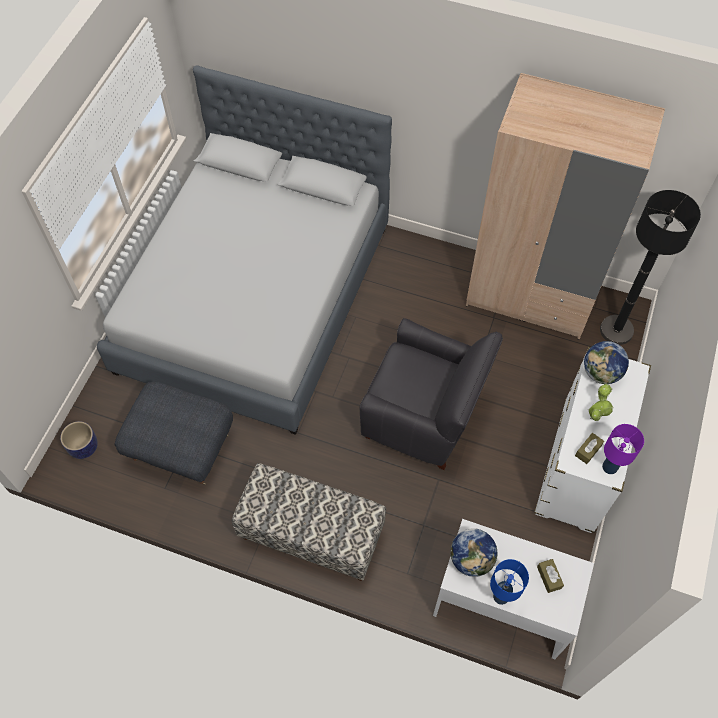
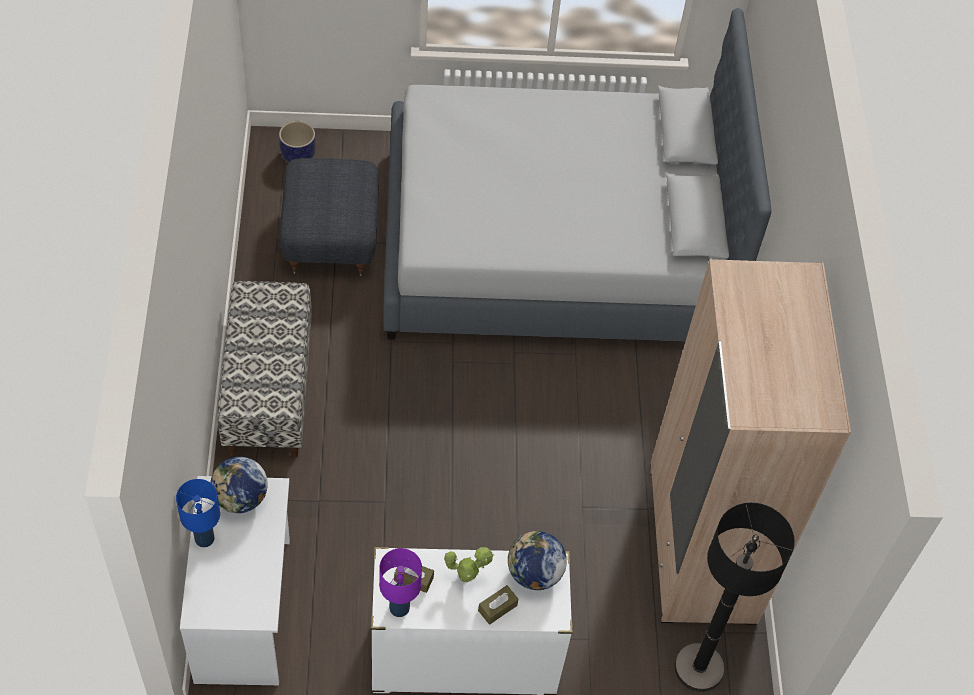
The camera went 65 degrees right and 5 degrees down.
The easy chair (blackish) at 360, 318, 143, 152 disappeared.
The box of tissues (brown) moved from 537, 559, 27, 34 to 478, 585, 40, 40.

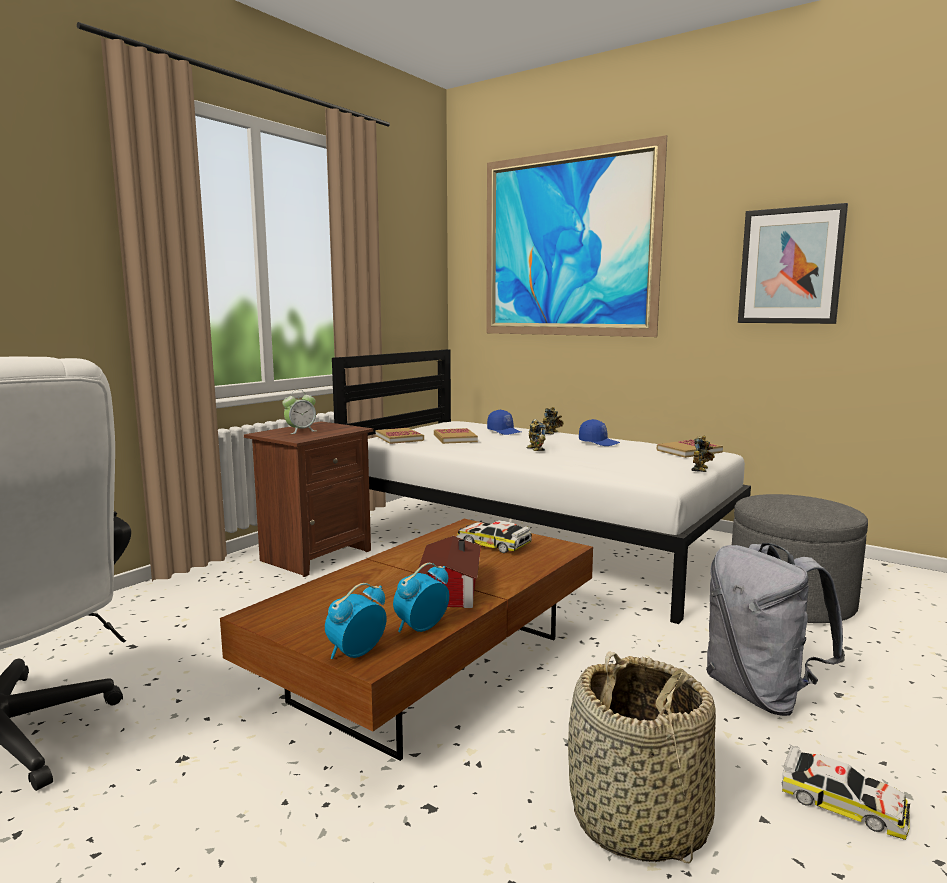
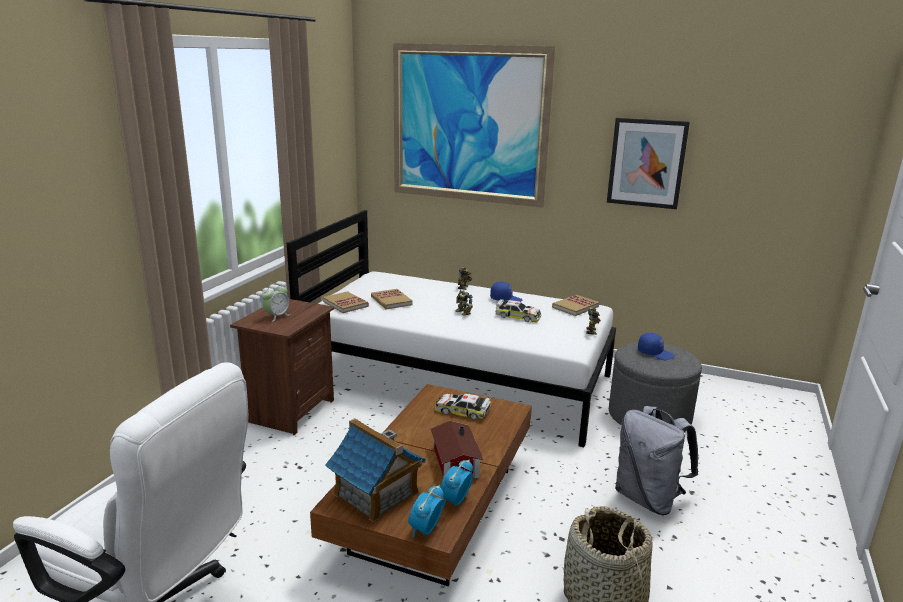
The camera went 15 degrees left and 10 degrees up.
The peaked cap (blue-coloured) moved from 487, 409, 34, 26 to 638, 333, 37, 27.
The toy car moved from 782, 744, 128, 96 to 495, 299, 46, 23.
The model house at 325, 418, 101, 104 appeared.

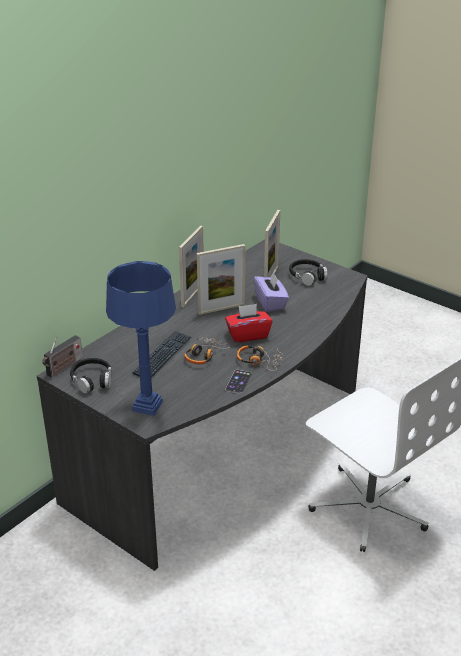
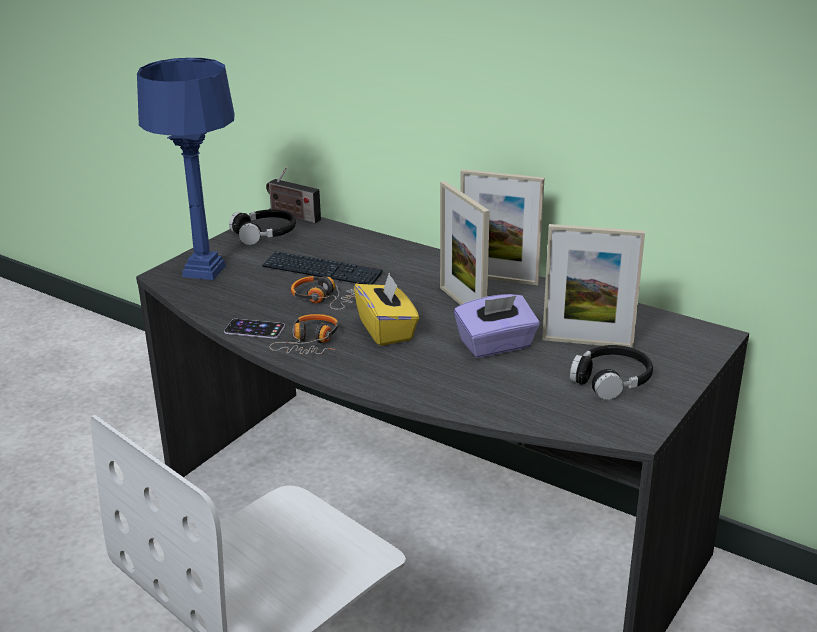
The camera went 85 degrees right and 5 degrees down.
The box of tissues (red-coloured) at 225, 304, 48, 39 became the box of tissues (yellow-coloured) at 354, 273, 65, 73.

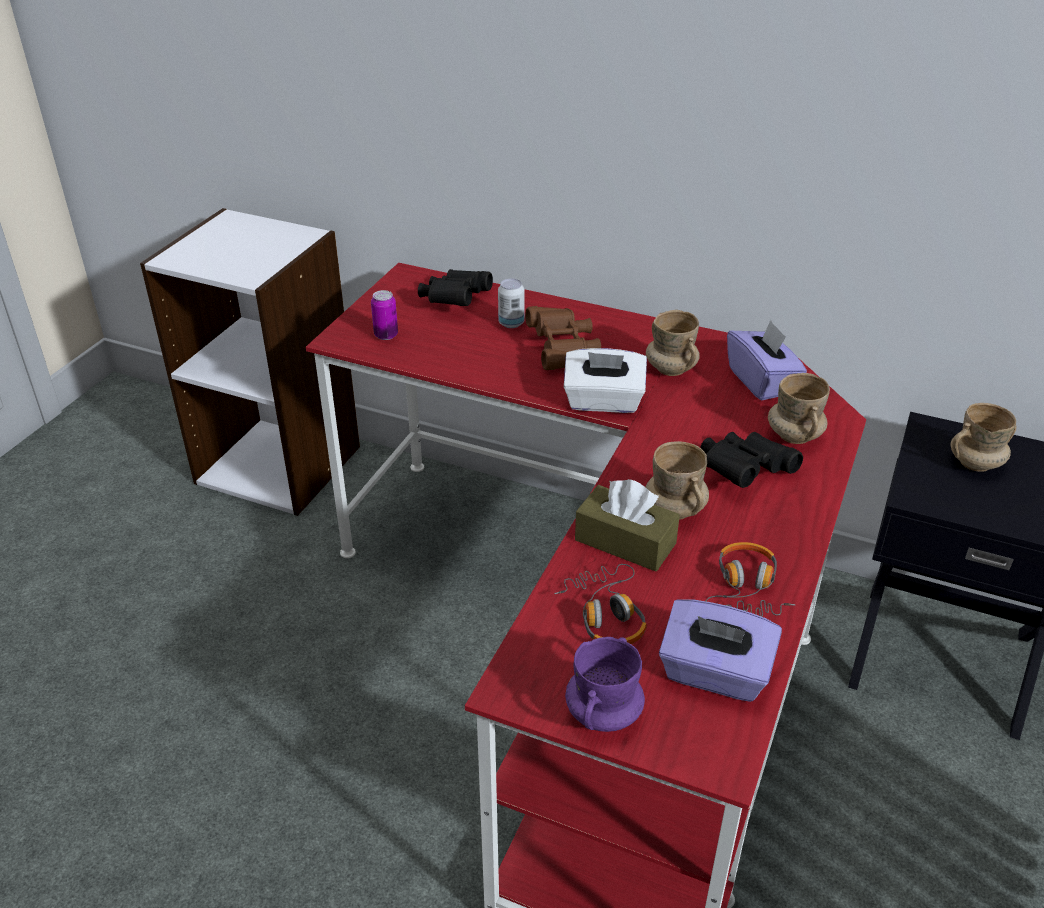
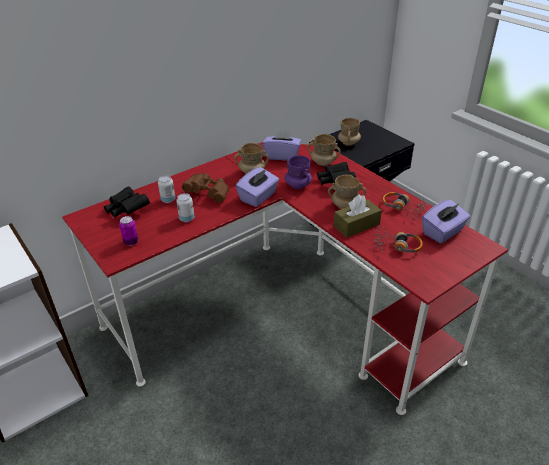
The camera went 60 degrees left and 0 degrees up.
The box of tissues (whitish) at 564, 348, 83, 65 became the box of tissues (purple) at 236, 167, 43, 40.
The mug (purple) moved from 565, 637, 80, 95 to 285, 155, 27, 34.
The sealed can at 176, 193, 18, 29 appeared.

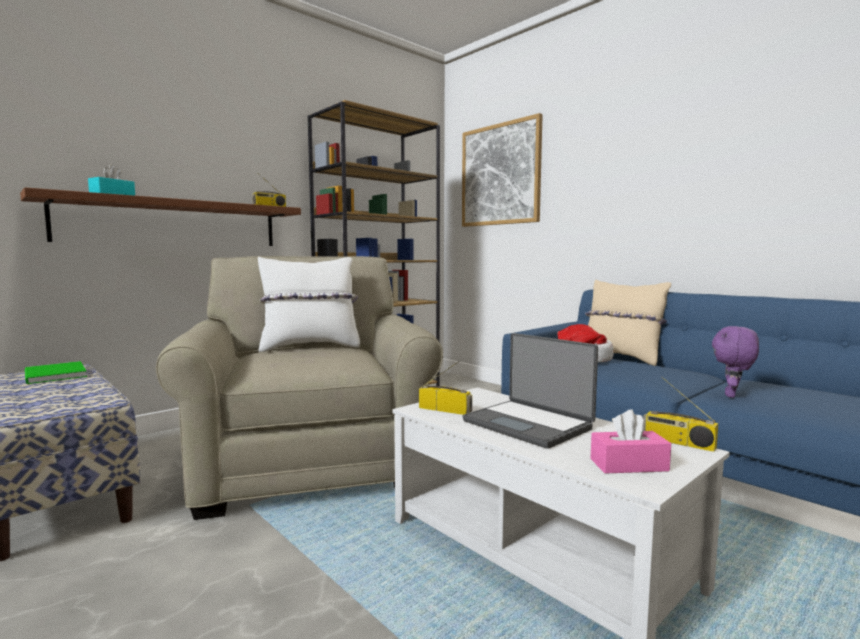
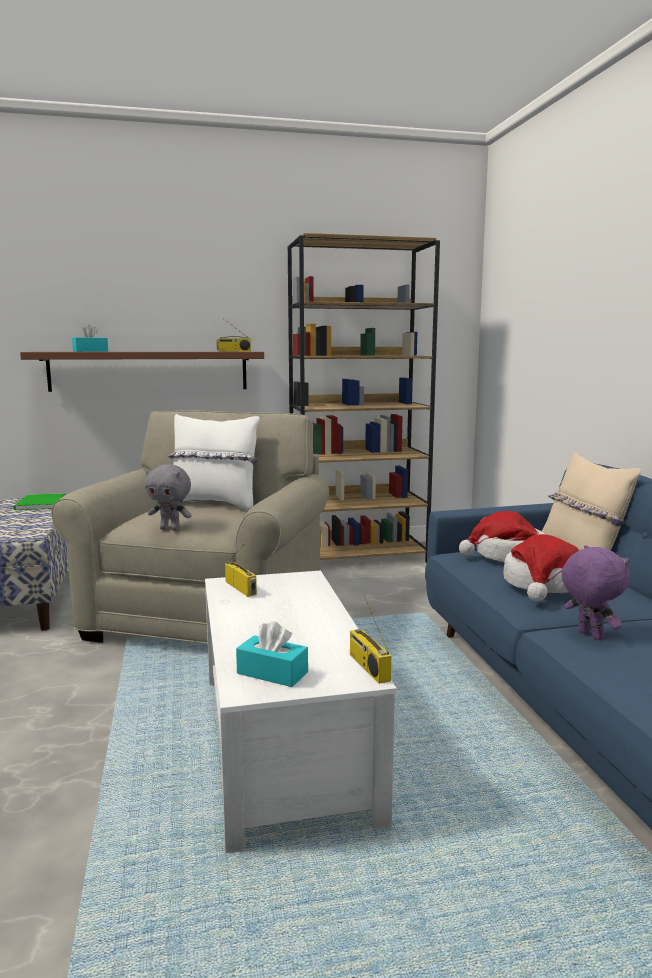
The camera went 30 degrees right and 5 degrees up.
The wall art at 462, 113, 81, 114 disappeared.
The cuddly toy (purple) at 712, 326, 47, 72 turned 90 degrees clockwise.
The laptop at 463, 333, 135, 116 disappeared.
The box of tissues (pinkish) at 590, 409, 81, 65 became the box of tissues (turquoise) at 236, 621, 72, 66.
The cuddly toy (grey) at 145, 464, 47, 67 appeared.
The wearable hat at 504, 534, 75, 67 appeared.

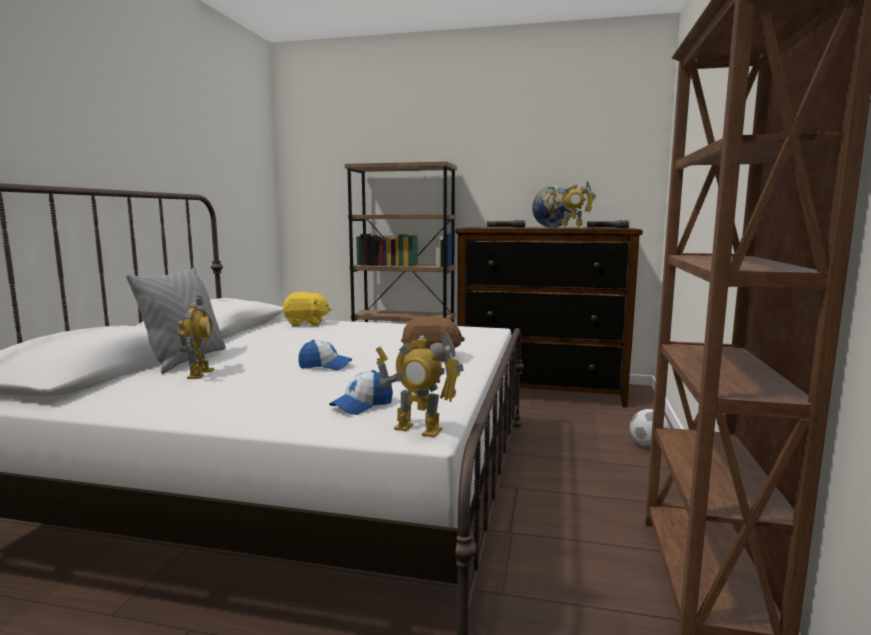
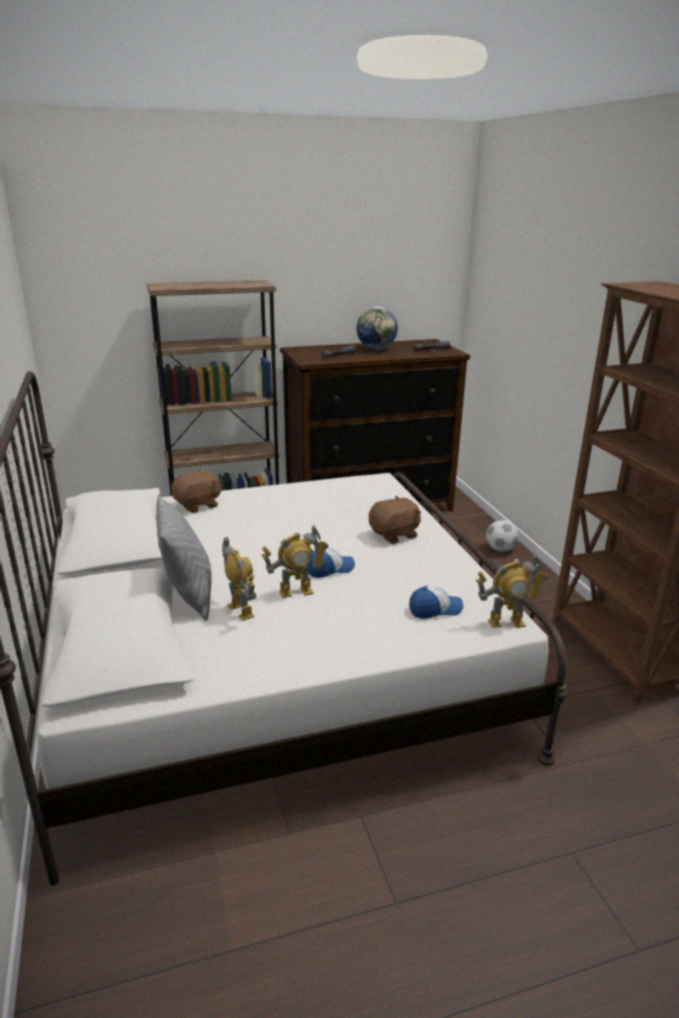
The camera went 30 degrees left and 15 degrees up.
The robot figure moved from 551, 181, 45, 48 to 262, 525, 66, 73.
The cuddly toy (yellow-coloured) at 283, 292, 49, 34 became the cuddly toy (brown) at 171, 469, 51, 44.
The peaked cap at 329, 370, 64, 45 turned 120 degrees counterclockwise.

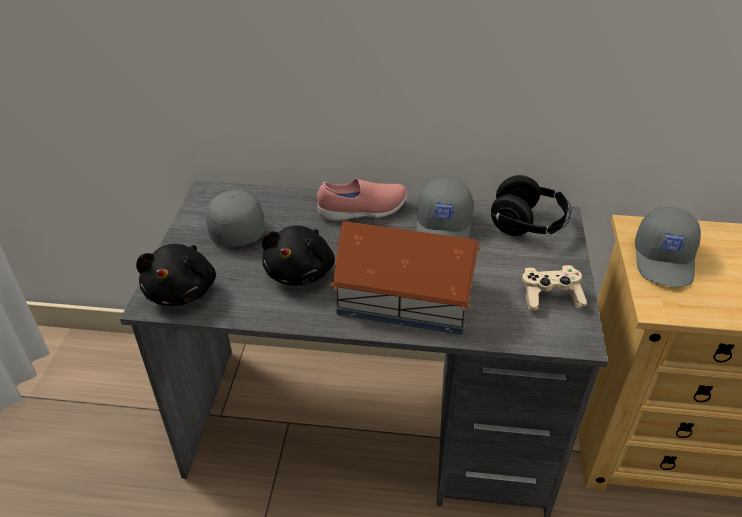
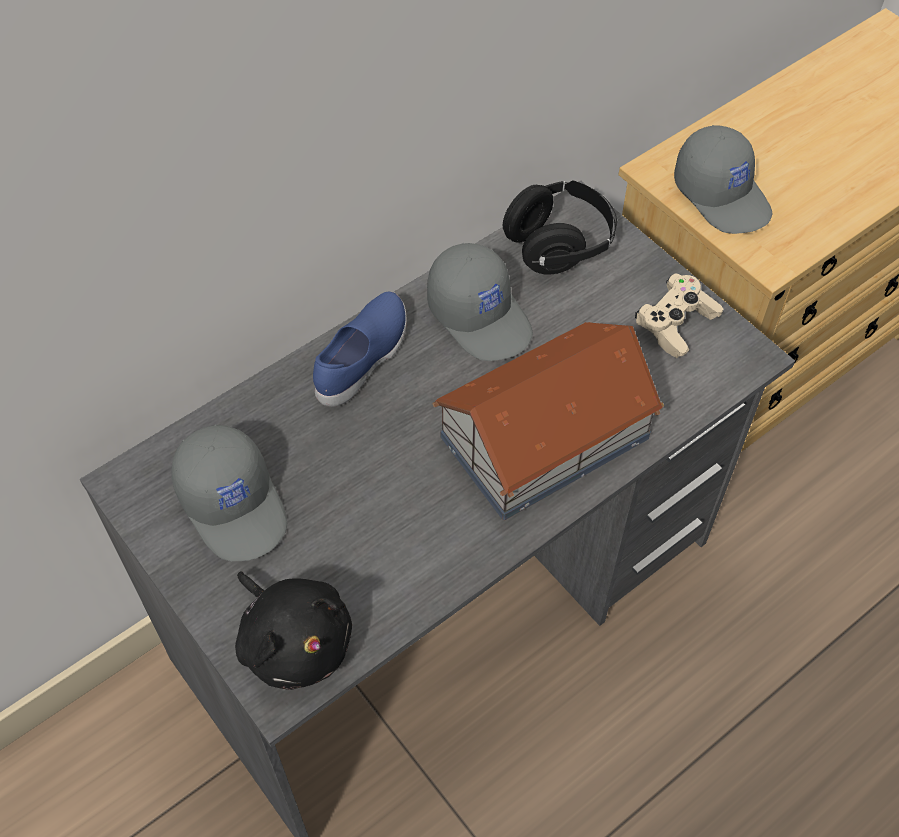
The camera went 45 degrees left and 15 degrees up.
The item of footwear (pinkish) at 317, 179, 90, 42 became the item of footwear (blue-coloured) at 313, 292, 94, 115.
The peaked cap (grey) at 206, 190, 59, 57 turned 150 degrees counterclockwise.
The cuddly toy (blackish) at 262, 225, 73, 61 disappeared.

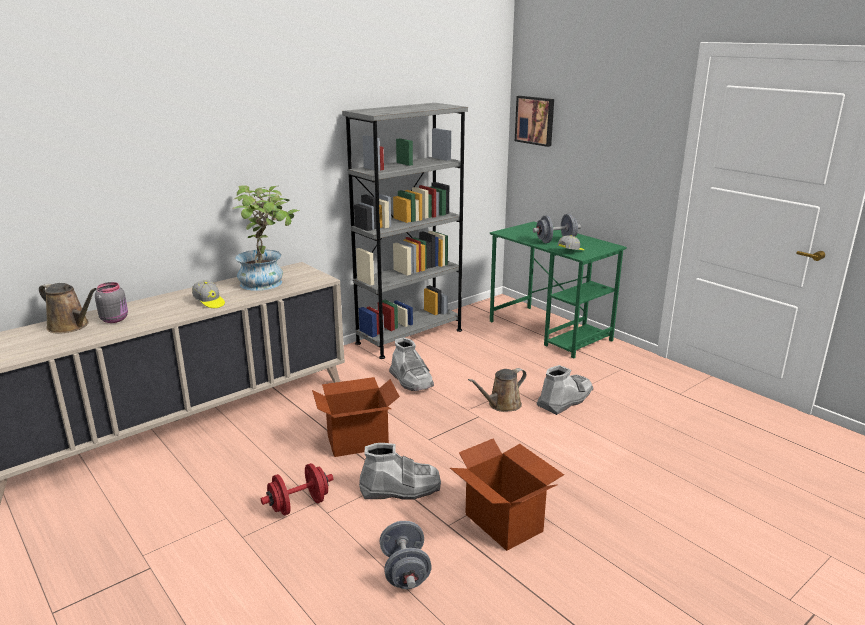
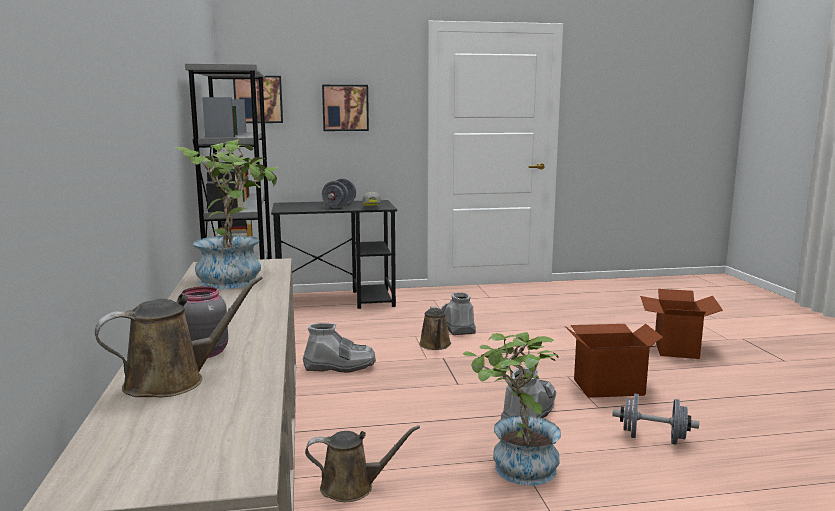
The camera went 60 degrees left and 10 degrees down.
The desk unit (green-coloured) at 490, 222, 137, 136 became the desk unit (blackish) at 271, 200, 126, 109.
The peaked cap at 192, 280, 33, 28 disappeared.
The cardboard box moved from 312, 377, 88, 80 to 640, 289, 83, 70.
The free weight (red-coloured) at 261, 463, 72, 52 was replaced by the houseplant at 463, 332, 98, 154.
The wall art at 322, 85, 47, 46 appeared.
The watering can (brown) at 305, 425, 115, 77 appeared.

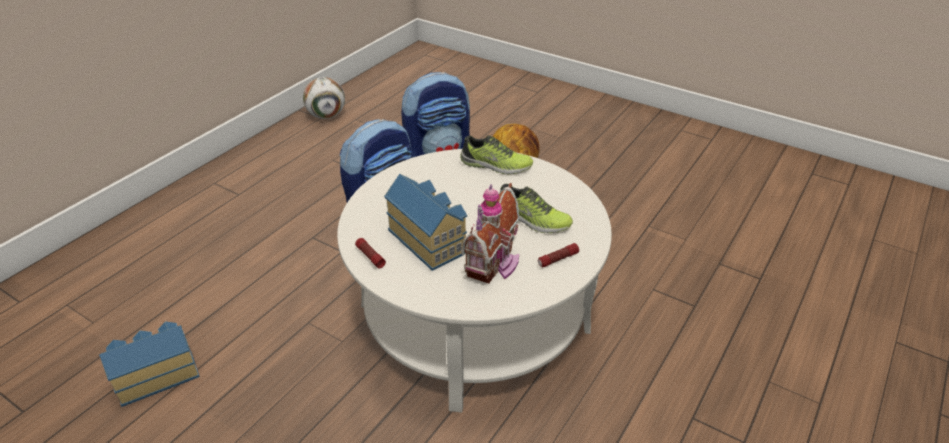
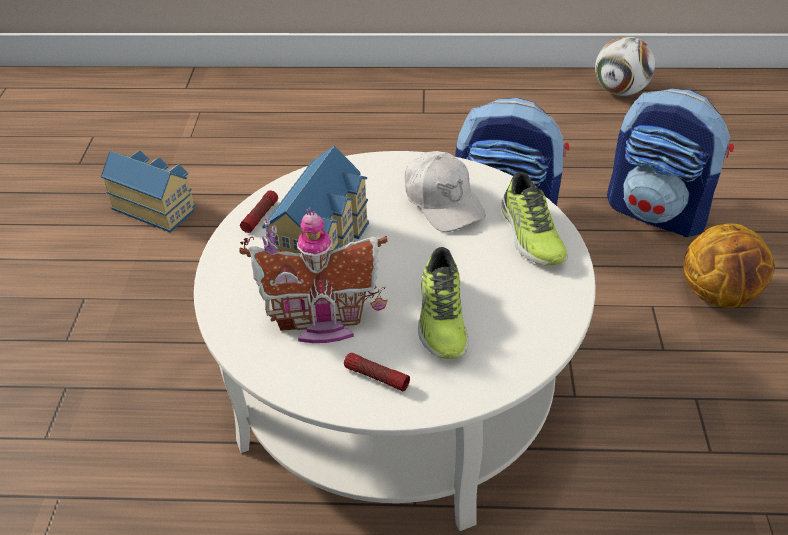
The camera went 60 degrees right and 5 degrees up.
The peaked cap (whitish) at 405, 151, 81, 81 appeared.

